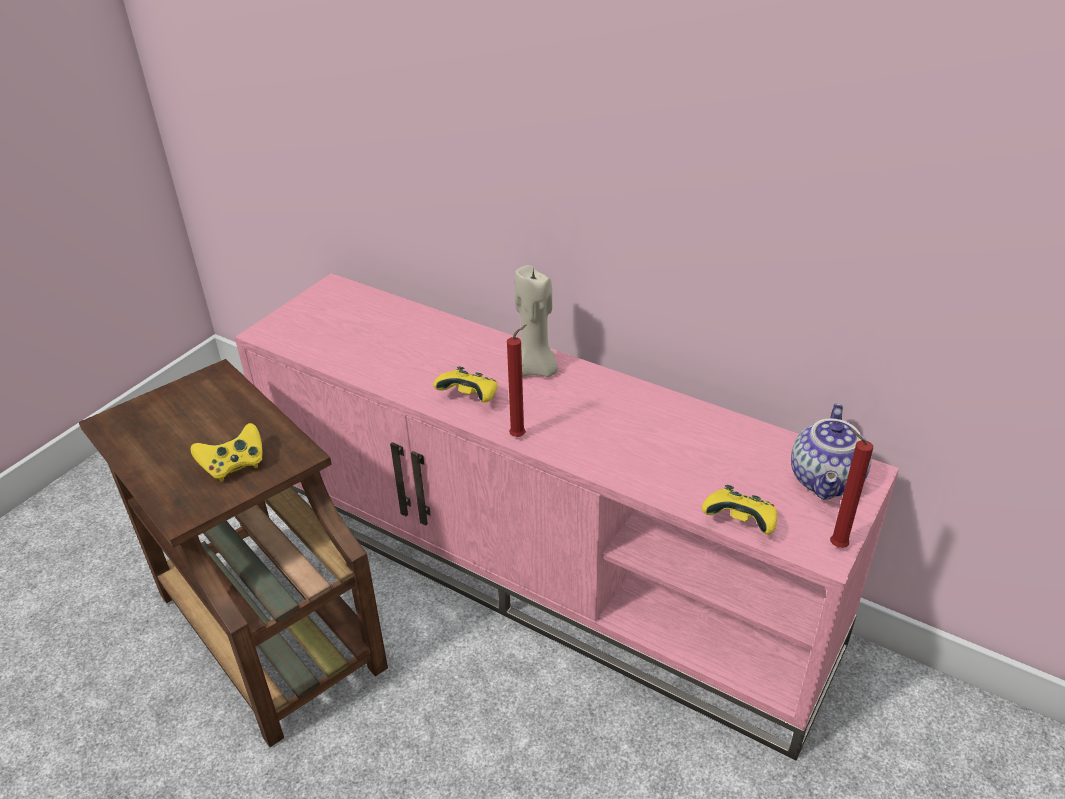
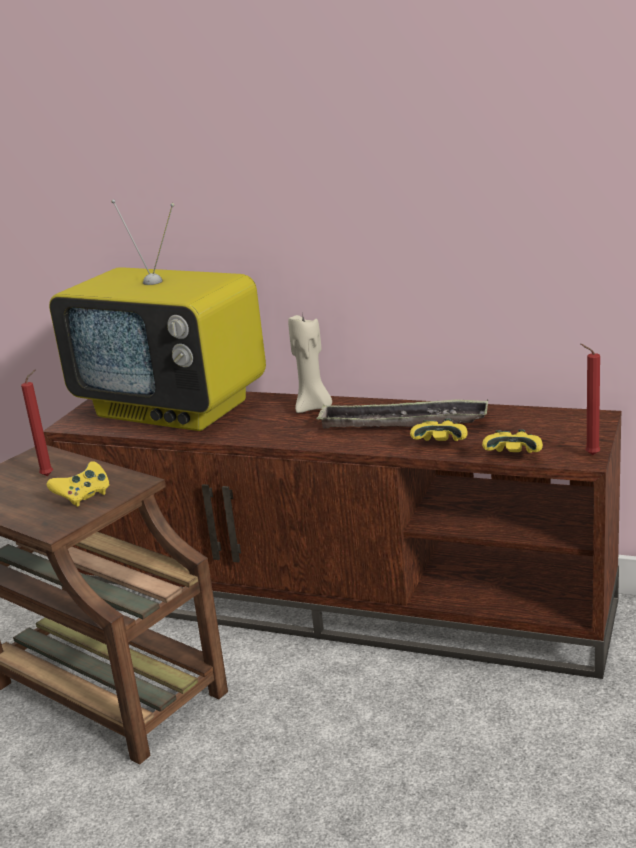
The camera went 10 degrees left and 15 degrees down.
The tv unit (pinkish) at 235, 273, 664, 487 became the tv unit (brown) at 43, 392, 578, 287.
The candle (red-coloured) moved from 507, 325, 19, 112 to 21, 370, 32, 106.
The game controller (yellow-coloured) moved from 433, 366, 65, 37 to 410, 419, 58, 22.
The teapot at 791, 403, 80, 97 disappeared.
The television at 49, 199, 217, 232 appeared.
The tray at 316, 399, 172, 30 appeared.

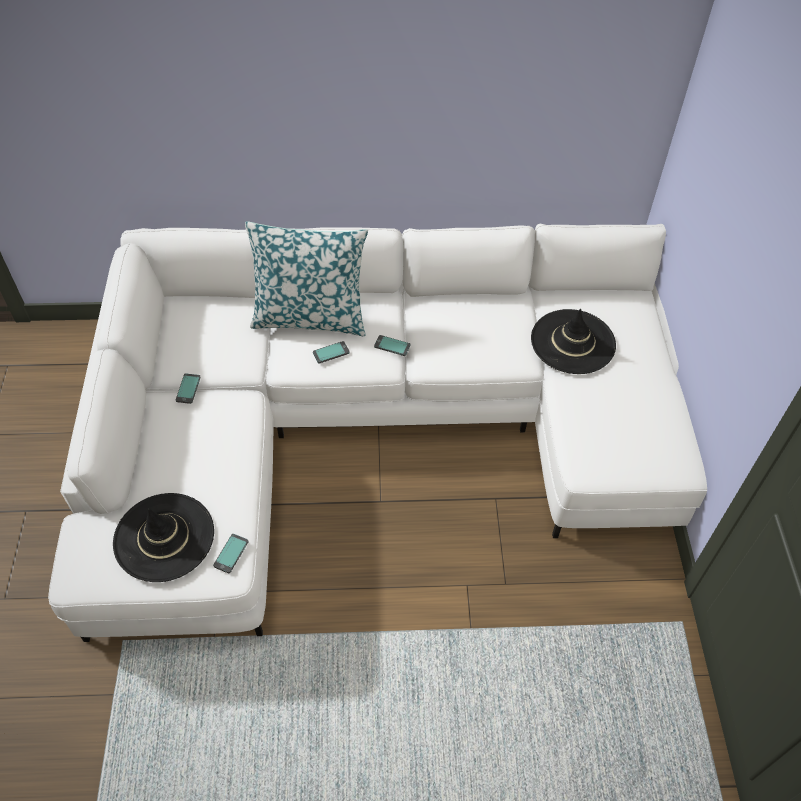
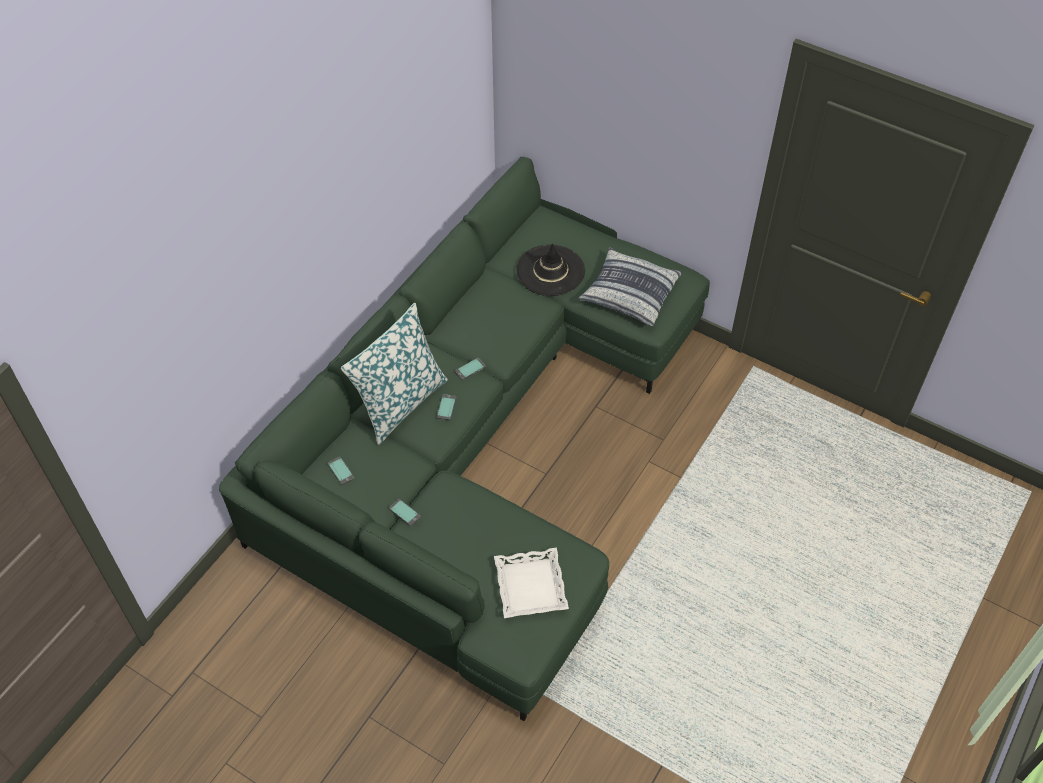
The camera went 55 degrees left and 0 degrees up.
The settee (whitish) at 48, 224, 659, 418 became the settee (green-coloured) at 219, 157, 491, 564.
The wearable hat (blackish) at 113, 493, 101, 89 was replaced by the tray (whitish) at 494, 547, 75, 71.
The telephone moved from 213, 534, 35, 39 to 328, 457, 26, 28.
The throw pillow at 578, 247, 104, 79 appeared.

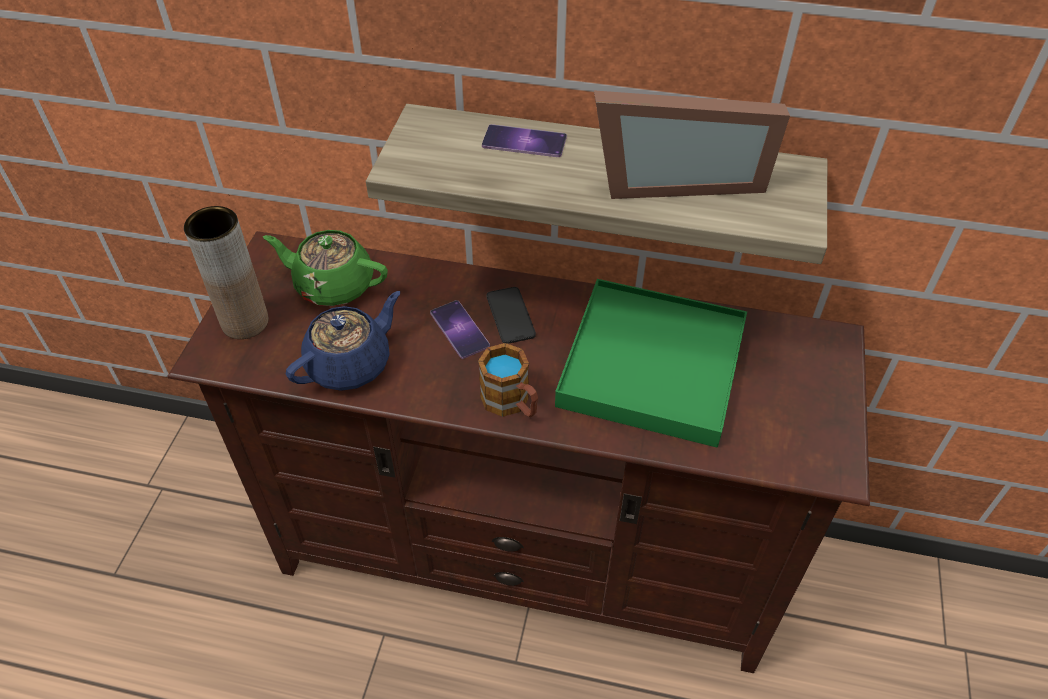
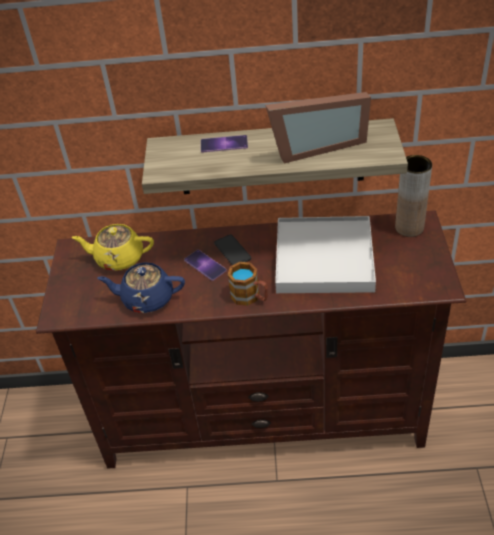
The camera went 10 degrees left and 5 degrees down.
The decorative vase (brown) moved from 184, 206, 85, 133 to 395, 155, 37, 82.
The teapot (green-coloured) at 263, 230, 125, 76 became the teapot (yellow-coloured) at 71, 224, 83, 47.
The tray (green-coloured) at 555, 279, 192, 168 became the tray (whitish) at 275, 216, 101, 77.
The teapot (blue-coloured) at 286, 291, 114, 100 turned 120 degrees counterclockwise.

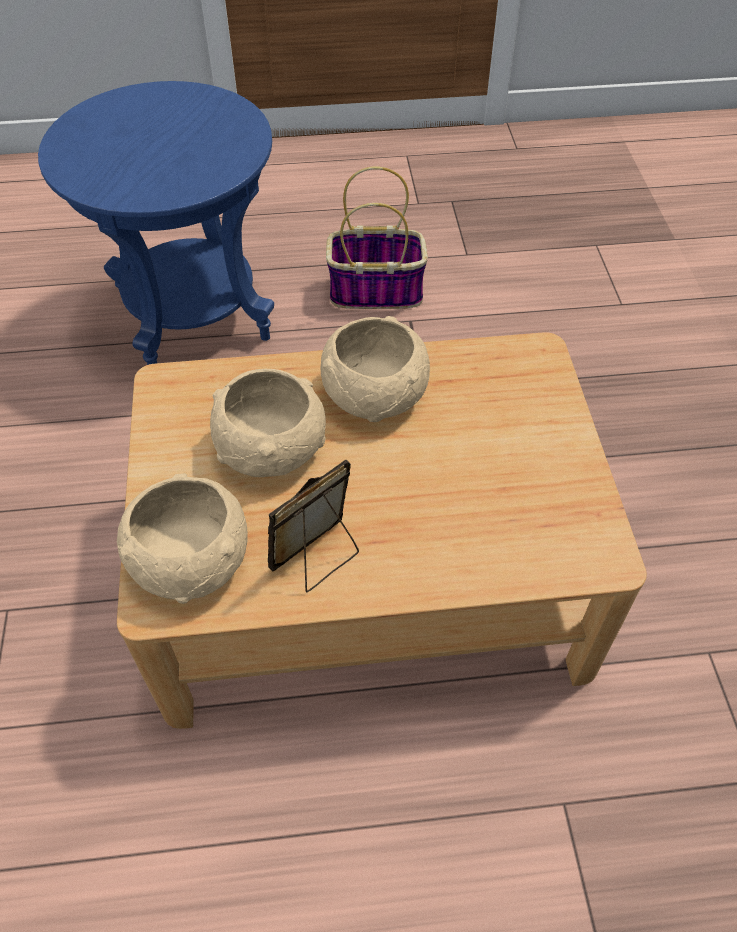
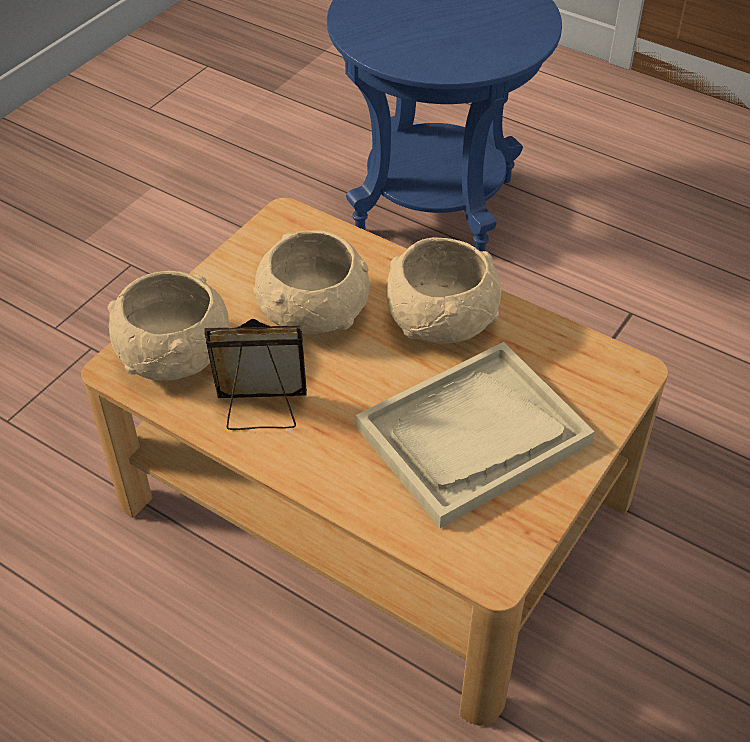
The camera went 40 degrees right and 5 degrees down.
The household basket at 326, 166, 102, 143 disappeared.
The tray (sand-coloured) at 356, 342, 239, 186 appeared.

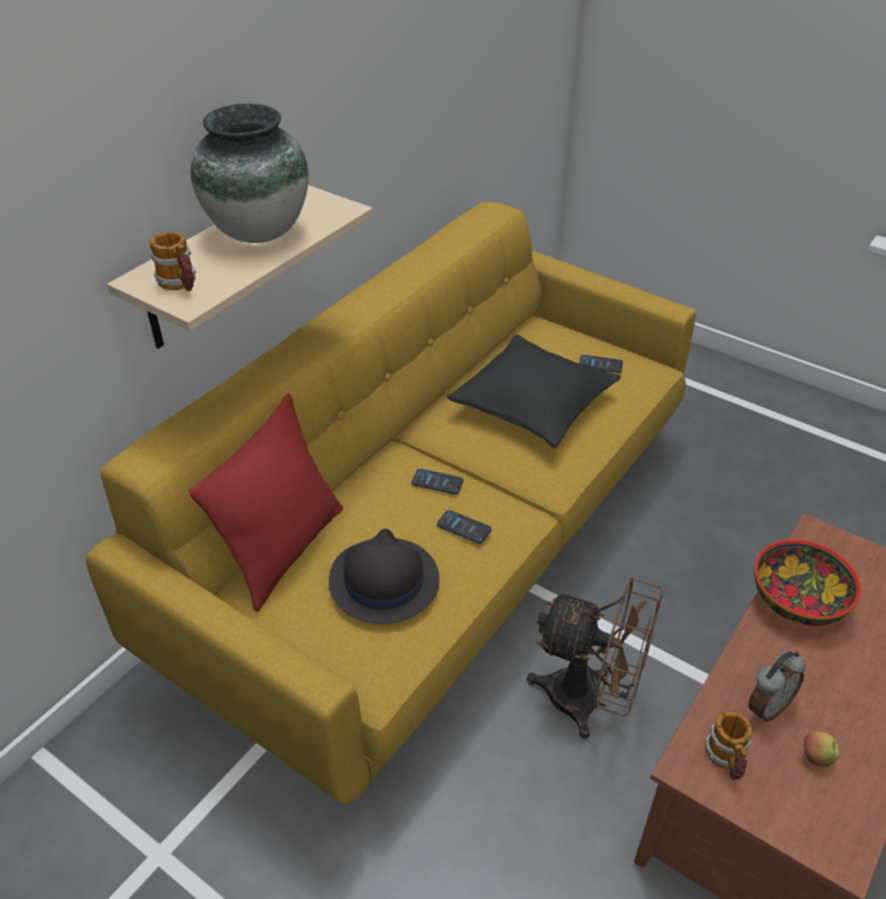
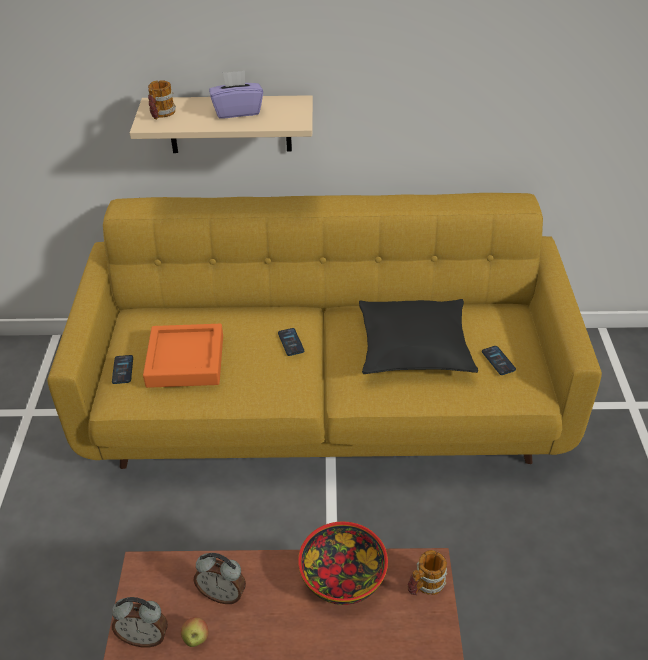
The camera went 55 degrees right and 0 degrees up.
The decorative vase at 190, 103, 119, 140 was replaced by the box of tissues (purple) at 209, 71, 54, 48.
The throw pillow (red-coloured) at 189, 394, 154, 218 disappeared.
The telephone moved from 437, 510, 55, 34 to 112, 355, 21, 29.
The wearable hat (blackish) at 329, 529, 110, 95 was replaced by the tray (orange) at 143, 324, 80, 64.
The cooling fan (brown) at 527, 578, 136, 161 disappeared.
The mug moved from 705, 711, 48, 69 to 408, 550, 39, 45.
The alarm clock at 112, 597, 56, 51 appeared.

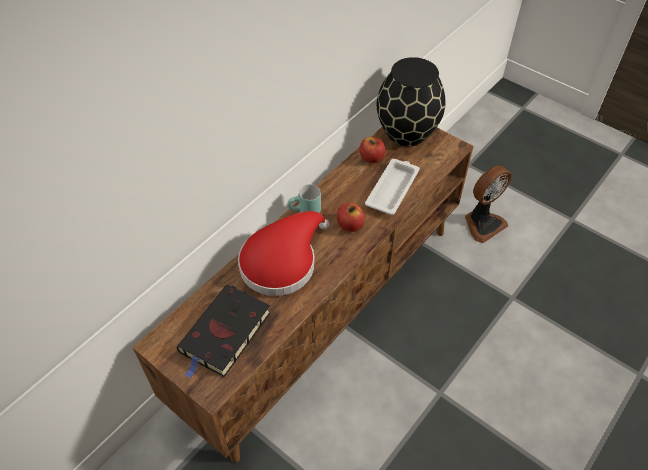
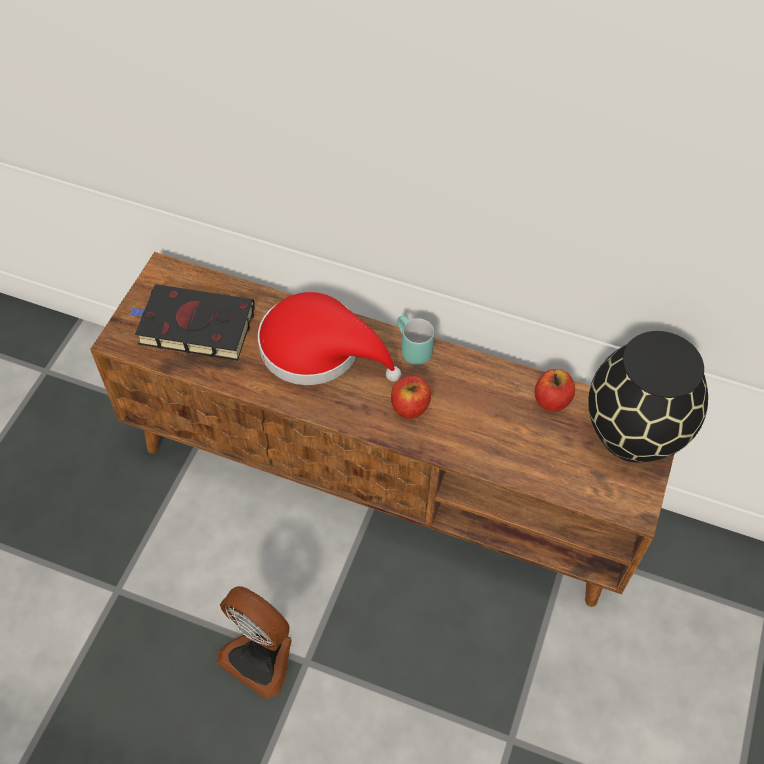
The camera went 70 degrees right and 5 degrees up.
The tray (whitish) at 365, 159, 55, 56 disappeared.
The cooling fan moved from 465, 165, 47, 78 to 217, 586, 75, 113.

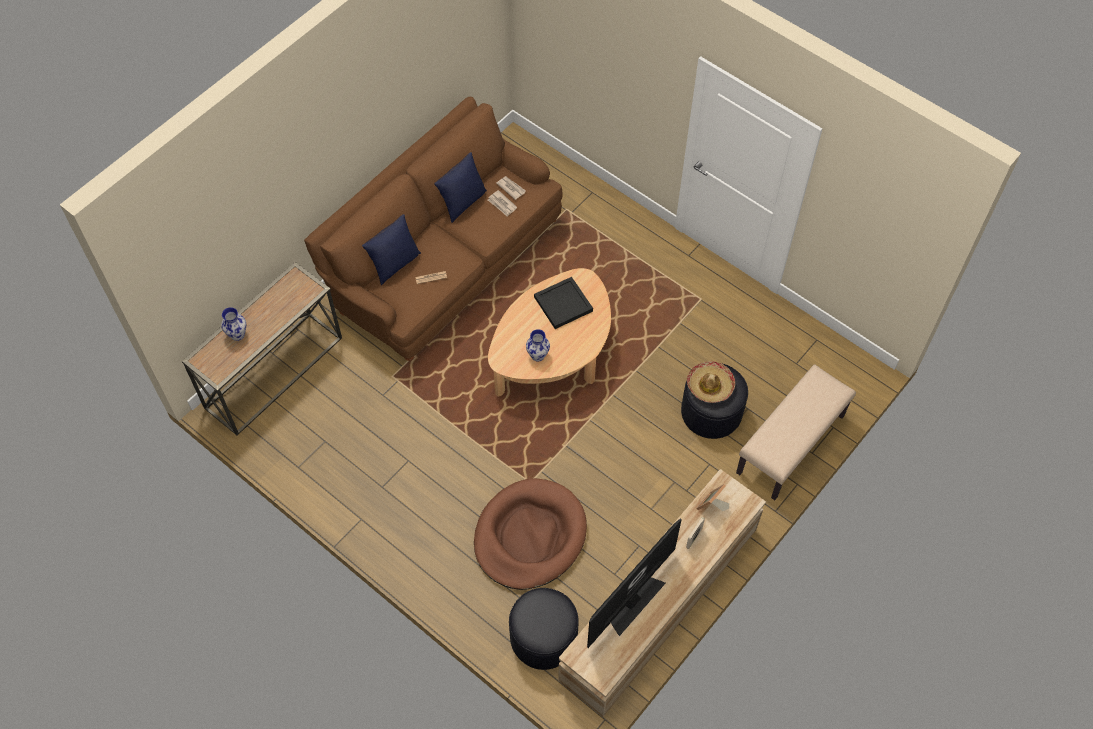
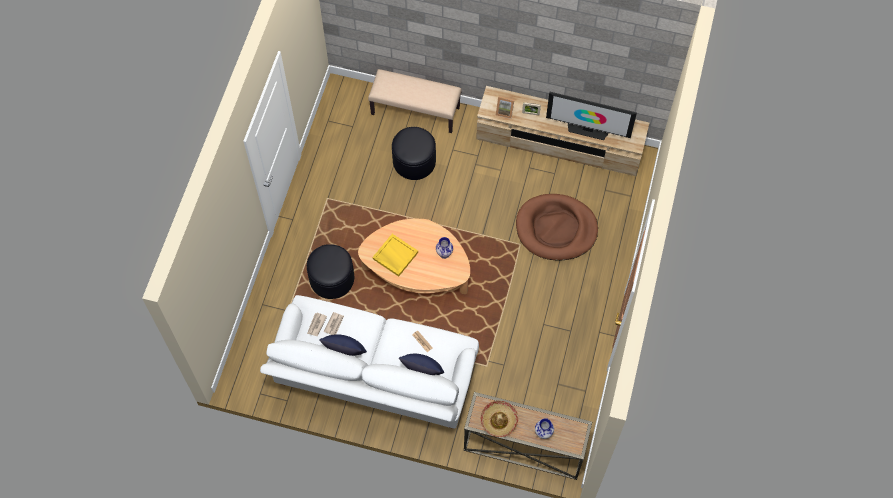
The camera went 115 degrees left and 5 degrees up.
The settee (brown) at 304, 97, 258, 264 became the settee (whitish) at 260, 295, 219, 134.
The tray (blackish) at 534, 277, 59, 52 became the tray (yellow-coloured) at 372, 234, 46, 43.
The wearable hat moved from 687, 361, 48, 42 to 480, 401, 38, 36.
The pouffe (blackish) moved from 509, 588, 70, 82 to 307, 244, 47, 55.

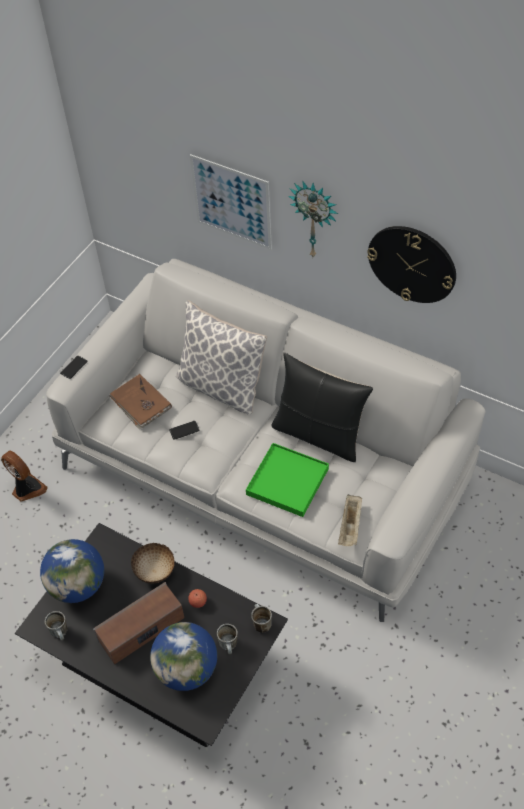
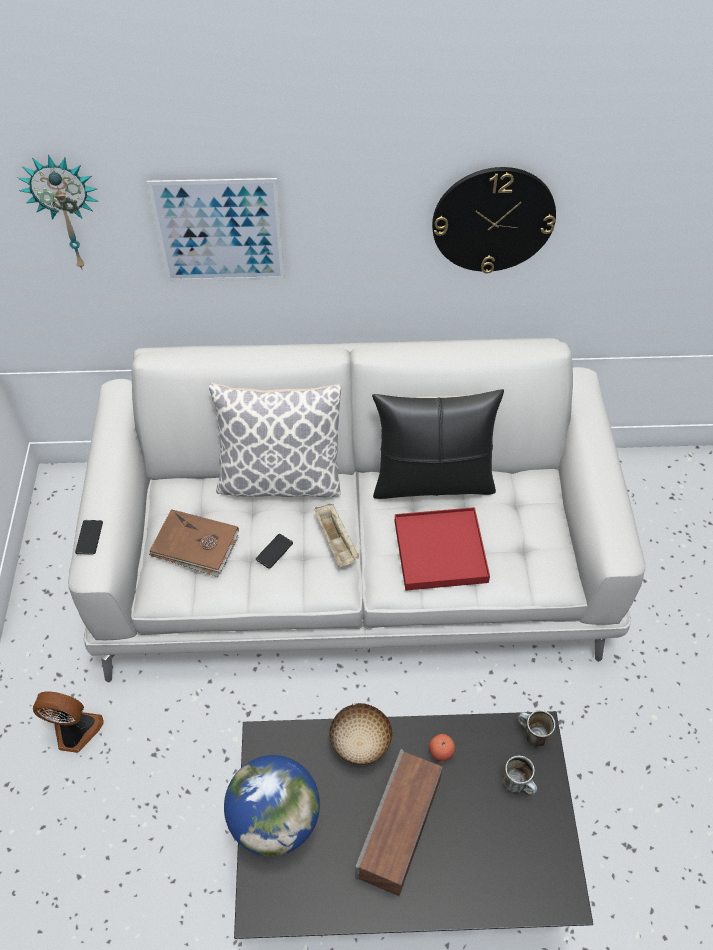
The camera went 35 degrees left and 0 degrees up.
The clock on the wall moved from 288, 180, 50, 77 to 17, 155, 82, 115.
The tray (green-coloured) at 246, 443, 83, 74 became the tray (red-coloured) at 395, 507, 95, 84.
The tray (sand-coloured) moved from 338, 494, 24, 52 to 314, 504, 45, 63.
The mug at 45, 611, 23, 29 disappeared.
The world globe at 150, 622, 67, 69 disappeared.

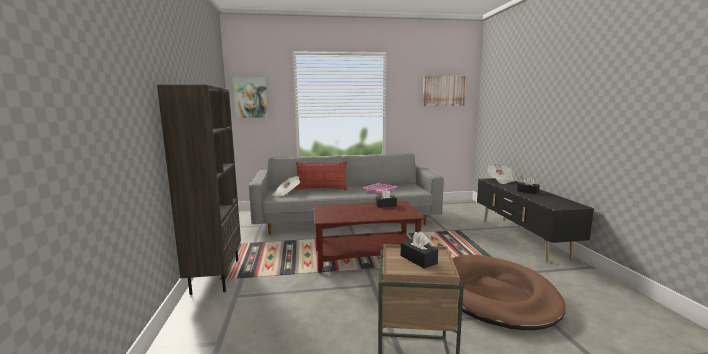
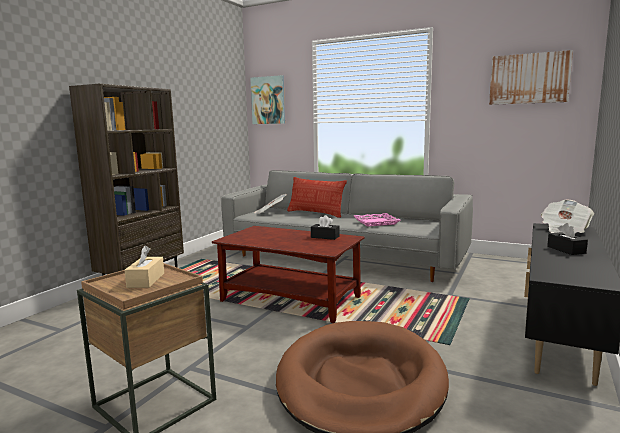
The camera went 35 degrees right and 0 degrees up.
The box of tissues (blackish) at 401, 231, 37, 38 became the box of tissues (sand-coloured) at 125, 245, 39, 43.

